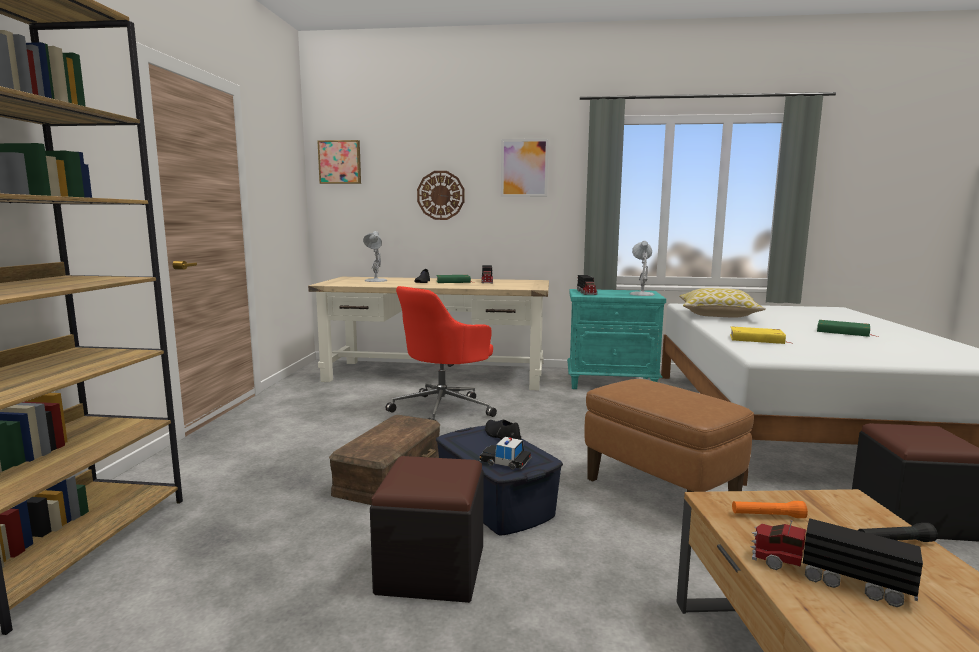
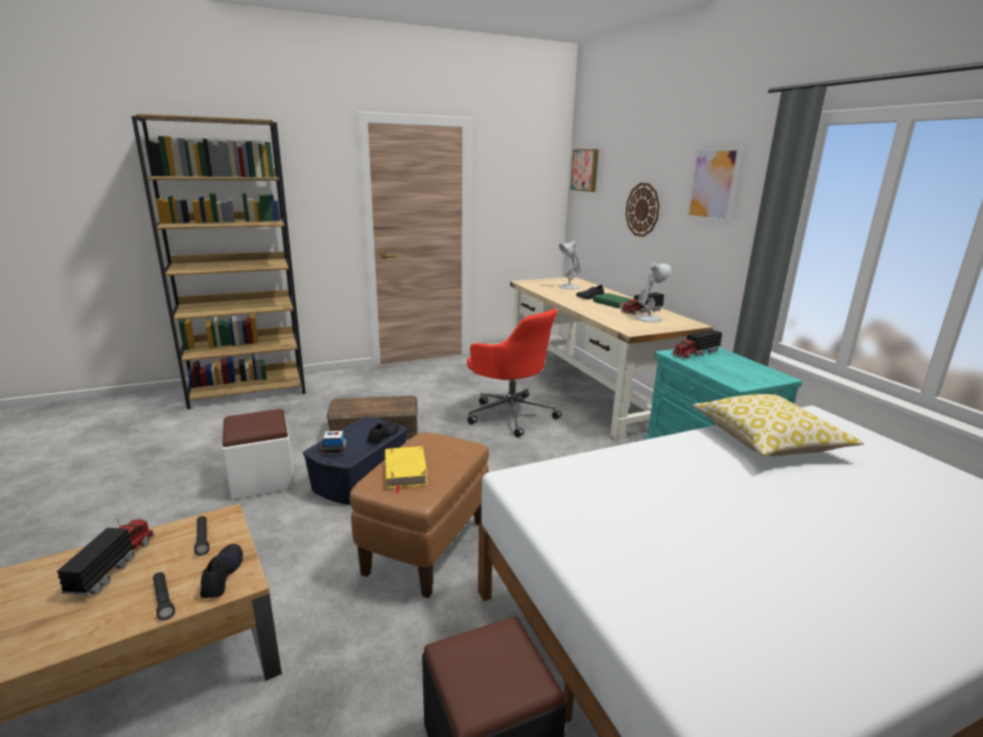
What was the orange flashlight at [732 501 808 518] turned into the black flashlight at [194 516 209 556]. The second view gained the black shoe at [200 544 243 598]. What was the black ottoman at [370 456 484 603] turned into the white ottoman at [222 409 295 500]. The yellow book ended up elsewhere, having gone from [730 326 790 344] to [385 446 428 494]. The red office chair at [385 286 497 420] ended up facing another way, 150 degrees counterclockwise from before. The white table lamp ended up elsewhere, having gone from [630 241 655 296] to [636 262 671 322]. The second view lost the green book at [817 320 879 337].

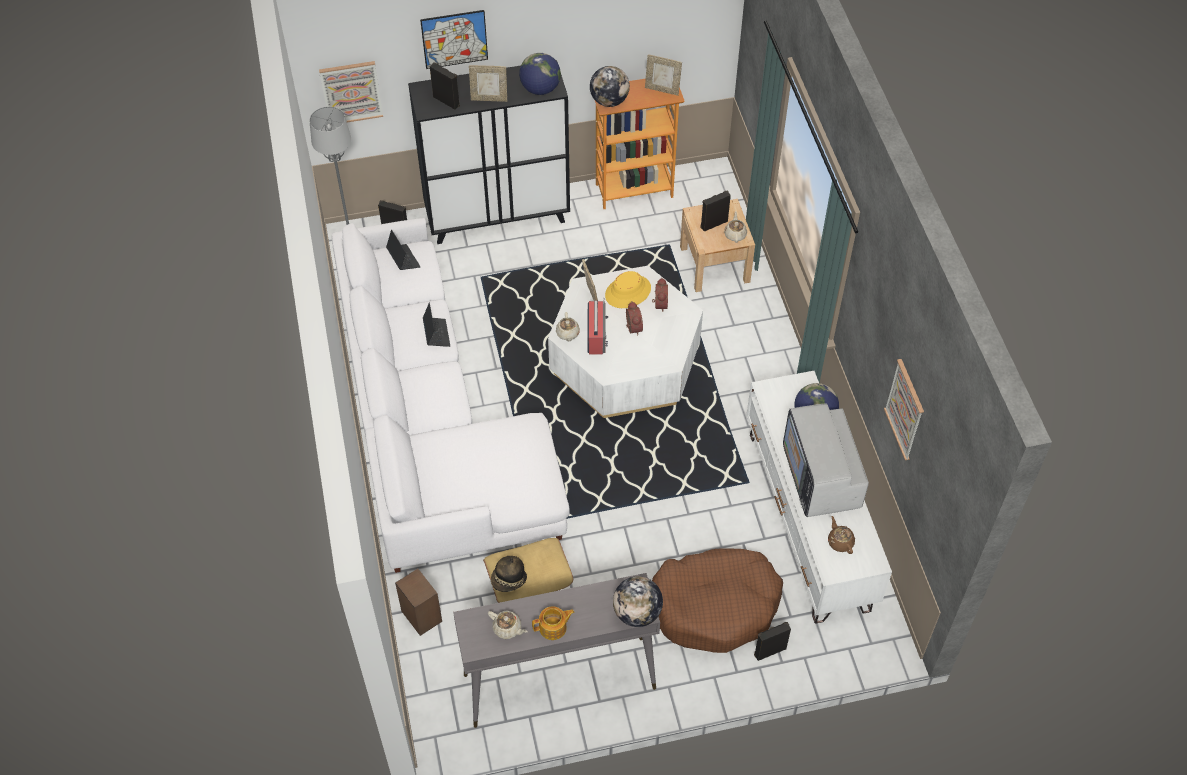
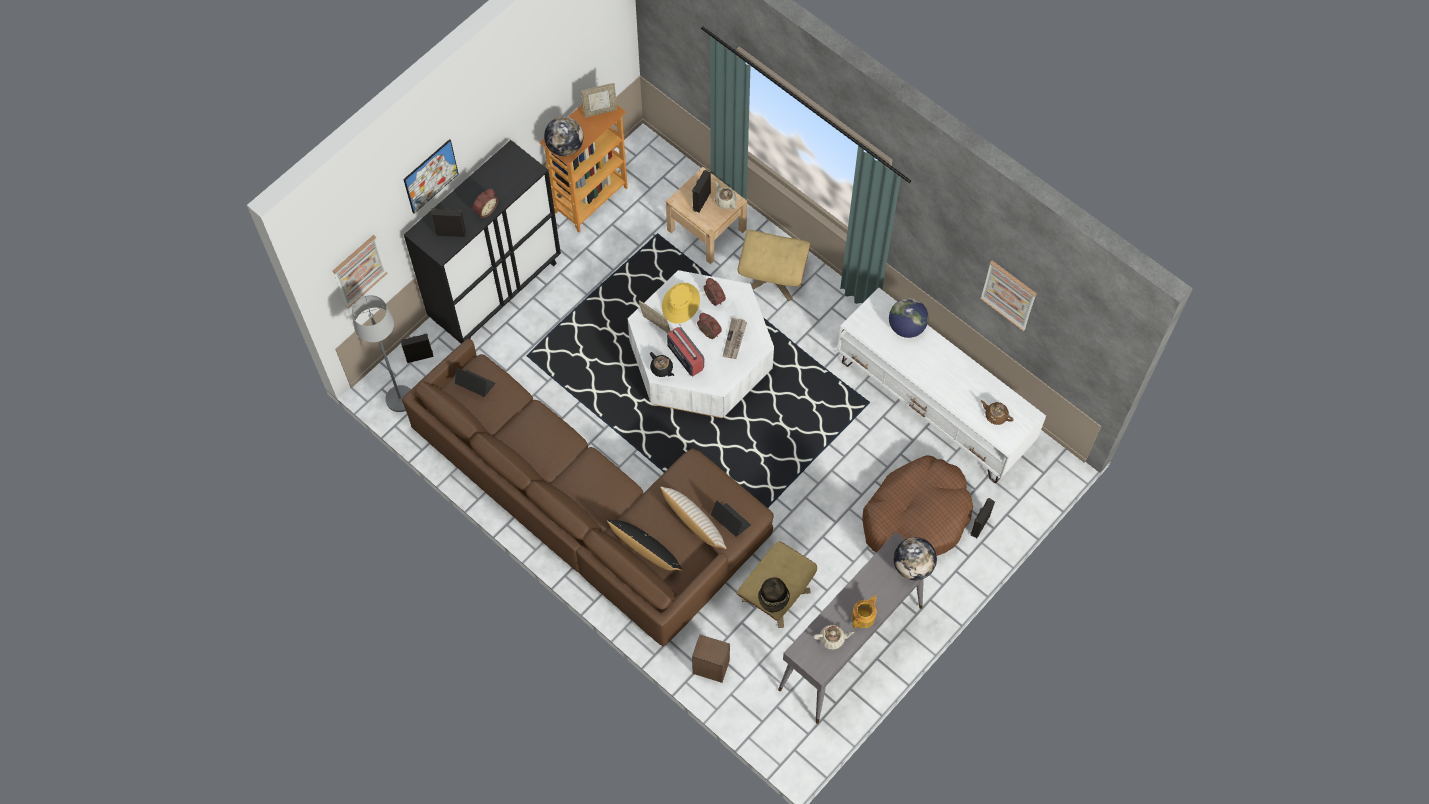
What was the white sofa at [332 218 570 573] turned into the brown sofa at [402 339 774 647]. Where the picture frame stood at [469 65 507 102], the alarm clock came to stand at [473 189 498 218]. The second view gained the black pillow at [607 520 683 570]. What was the beige teapot at [556 312 580 341] turned into the black teapot at [650 352 674 377]. The second view gained the beige pillow at [660 487 727 549]. The laptop ended up elsewhere, having gone from [423 302 450 347] to [711 500 751 537]. The second view gained the newspaper at [723 318 747 359]. The second view gained the beige ottoman at [738 230 811 301]. The second view lost the globe at [519 53 561 95]. The second view lost the television at [783 404 869 517].

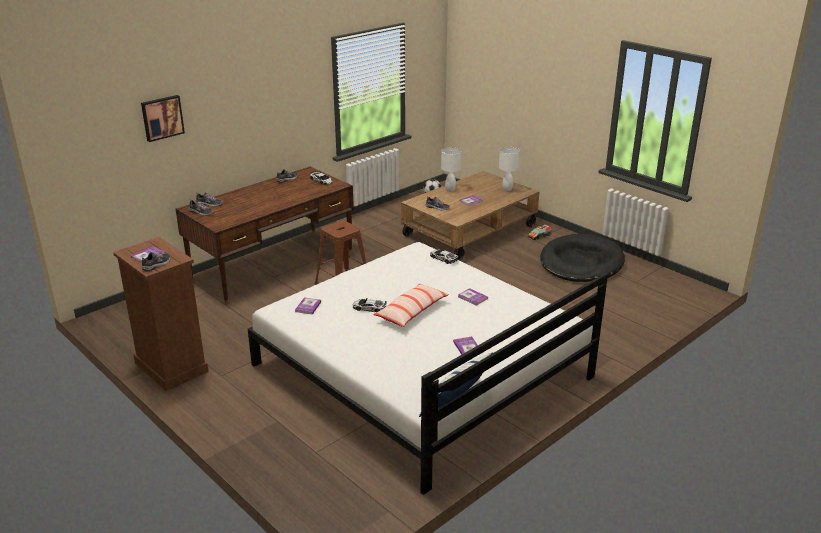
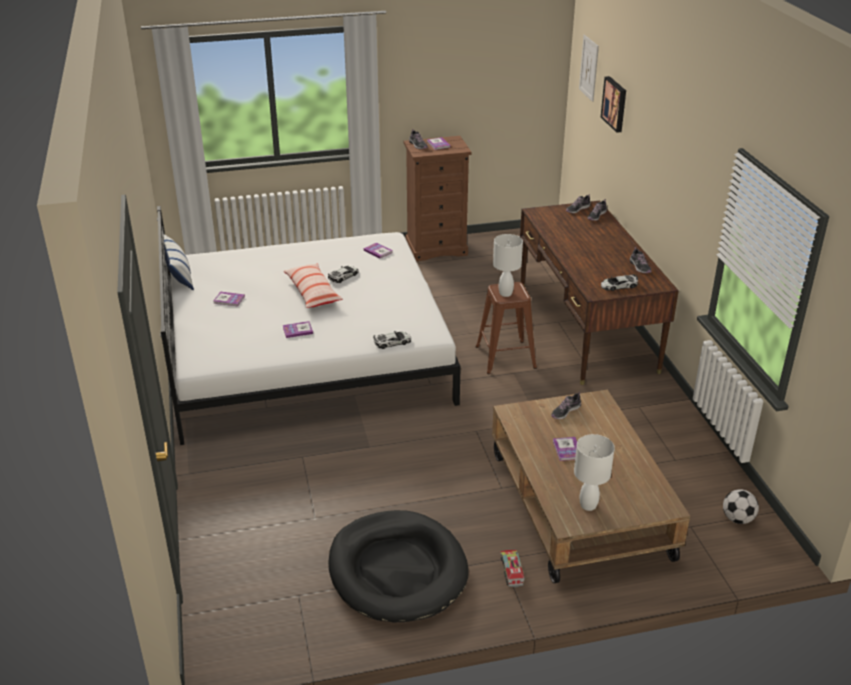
The white table lamp ended up elsewhere, having gone from [441 147 462 192] to [493 234 523 297]. The second view gained the picture at [579 35 599 102].

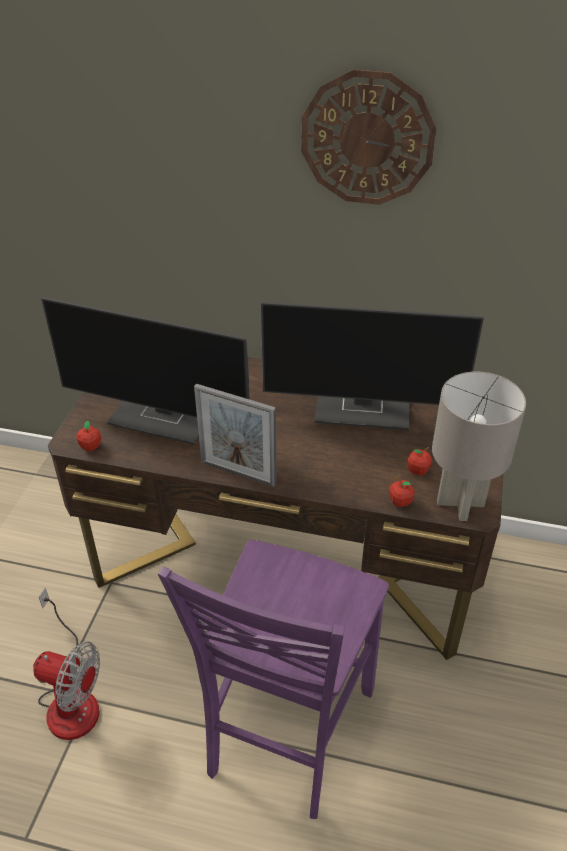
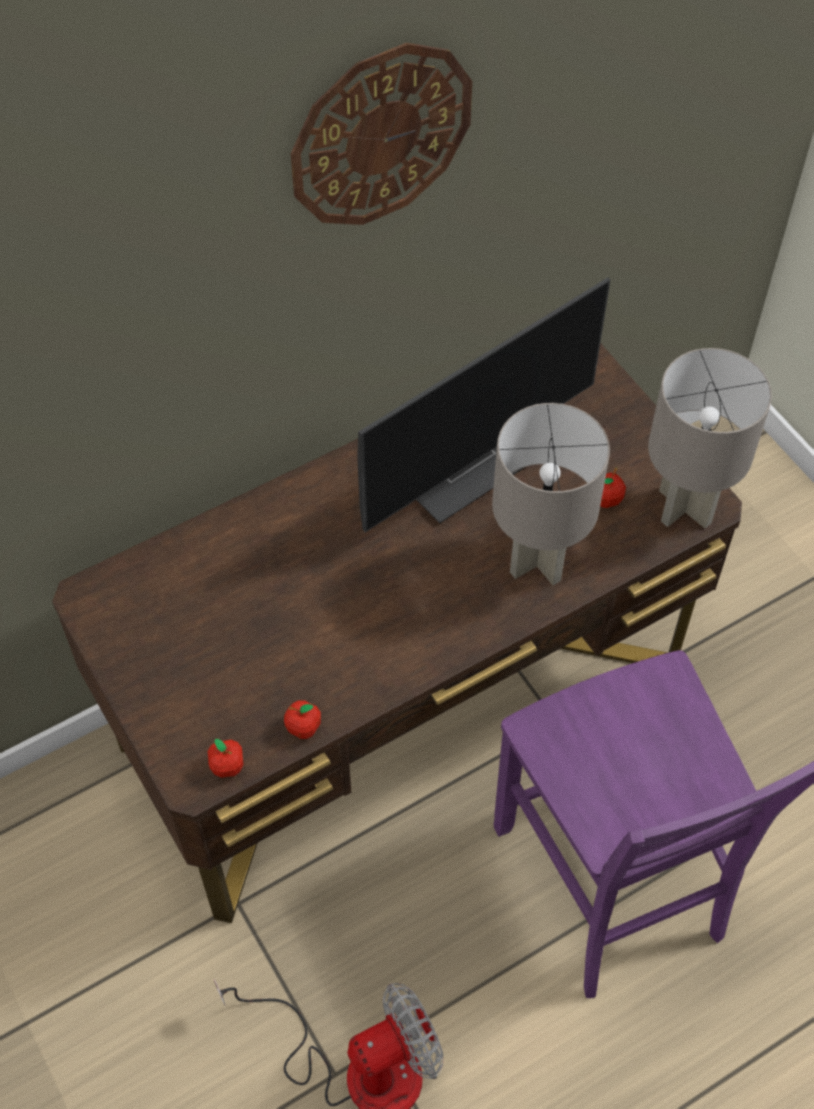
The apple ended up elsewhere, having gone from [389 476 415 507] to [284 701 321 739]. The second view gained the grey table lamp at [492 403 610 585]. The second view lost the monitor at [41 297 250 445]. The second view lost the picture frame at [194 384 276 487].

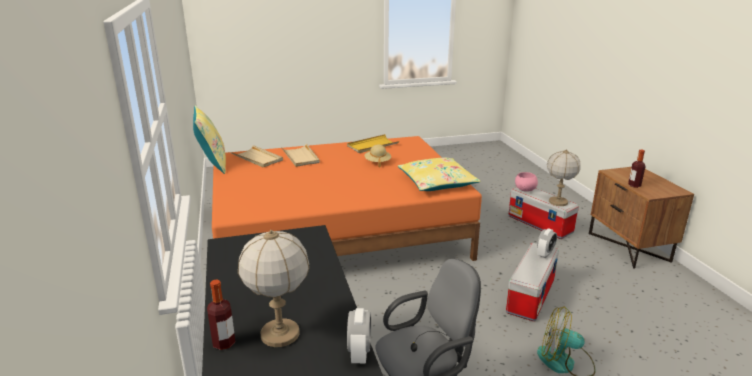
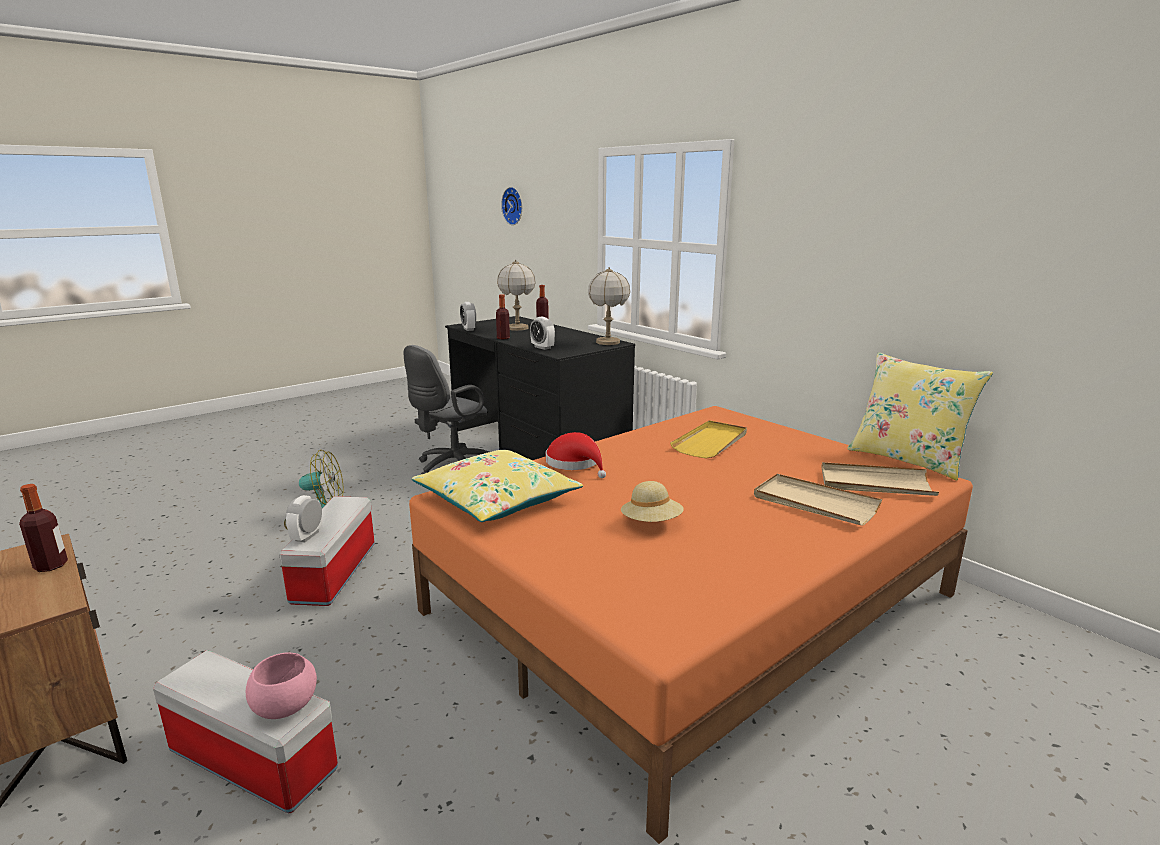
The second view gained the bottle at [496 294 510 339]. The second view gained the wall clock at [501 187 522 225]. The second view gained the alarm clock at [530 317 555 350]. The second view gained the red hat at [546 432 606 478]. The table lamp ended up elsewhere, having gone from [547 149 581 206] to [588 267 630 345]. The yellow tray ended up elsewhere, having gone from [347 134 399 153] to [670 420 747 459].

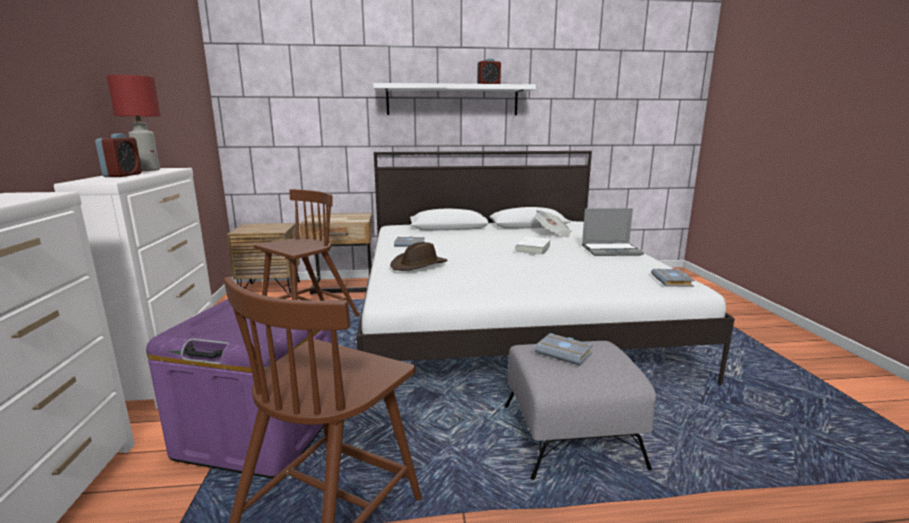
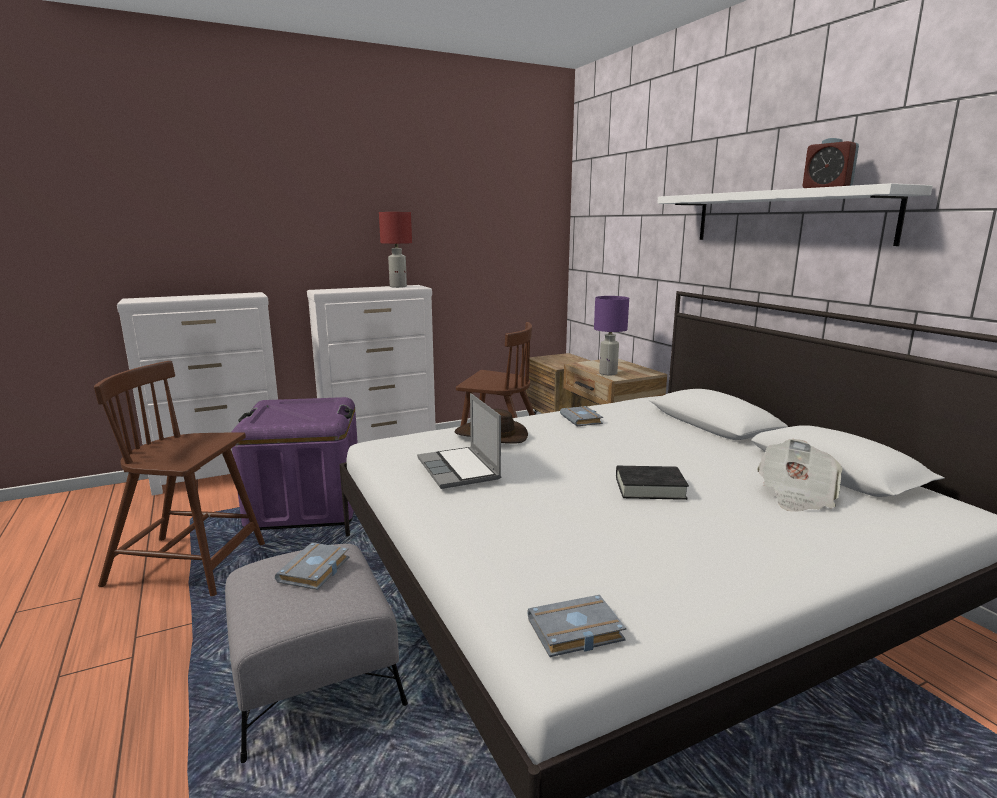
The laptop ended up elsewhere, having gone from [582 208 644 256] to [417 393 501 489]. The second view gained the purple table lamp at [594 296 629 375]. What was the white book at [515 237 551 255] turned into the black book at [616 466 689 500]. The second view lost the alarm clock at [95 134 142 177].

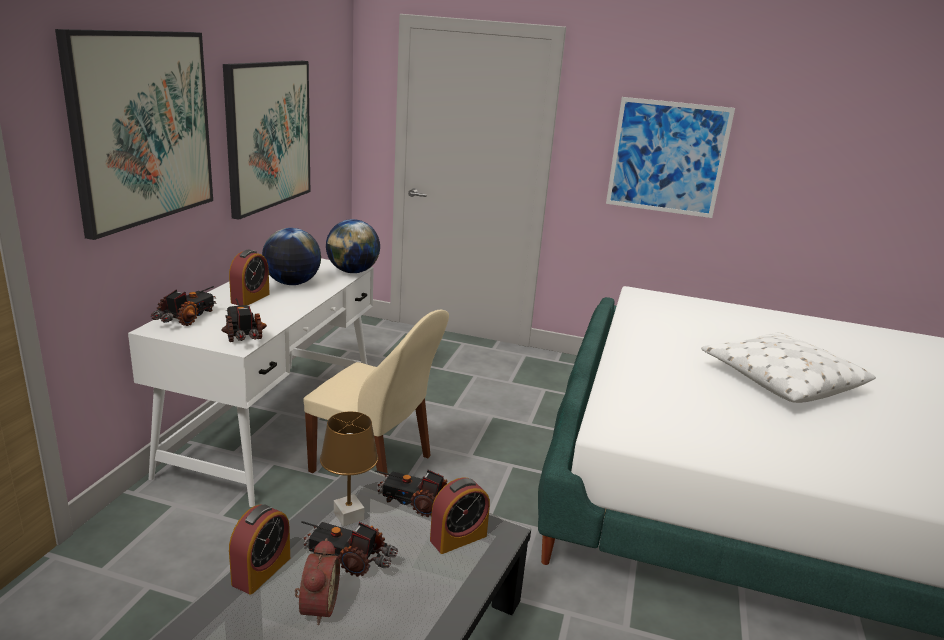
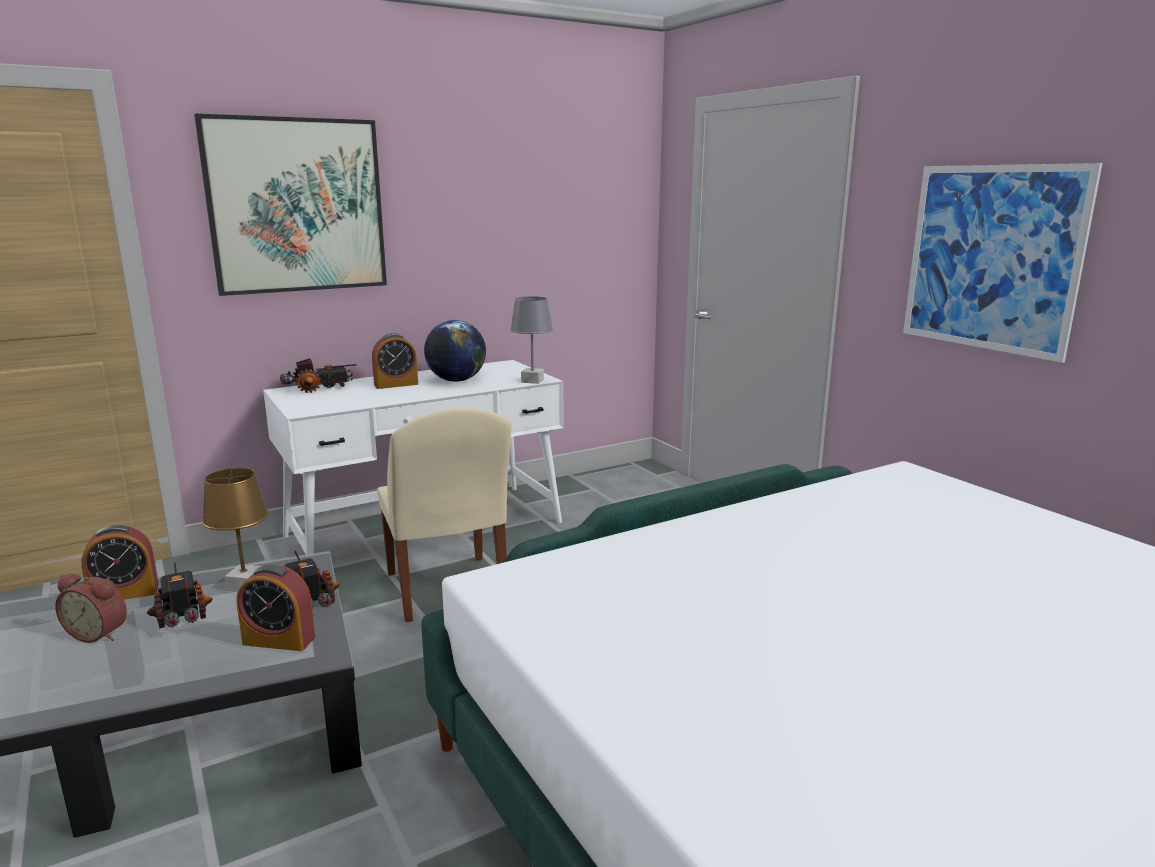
The alarm clock at [295 538 340 625] ended up facing another way, 60 degrees clockwise from before. Where the globe stood at [326 219 380 273], the grey table lamp came to stand at [510 296 553 384]. The second view lost the toy truck at [221 299 267 342]. The second view lost the picture at [223 61 310 220]. The second view lost the white pillow at [701 332 876 403].

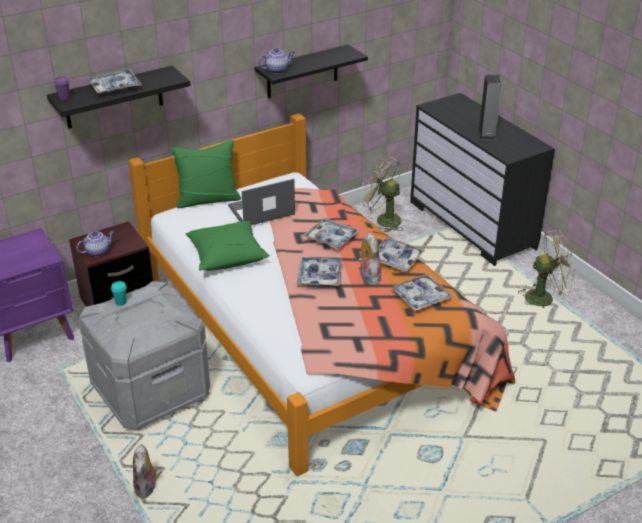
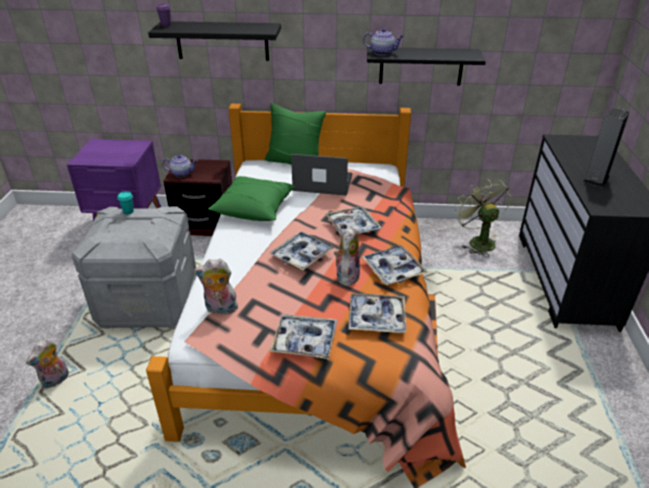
The second view gained the plush toy at [194 259 238 315]. The tray ended up elsewhere, having gone from [88 69 142 94] to [269 314 337 359]. The second view lost the green fan at [518 230 575 308].

